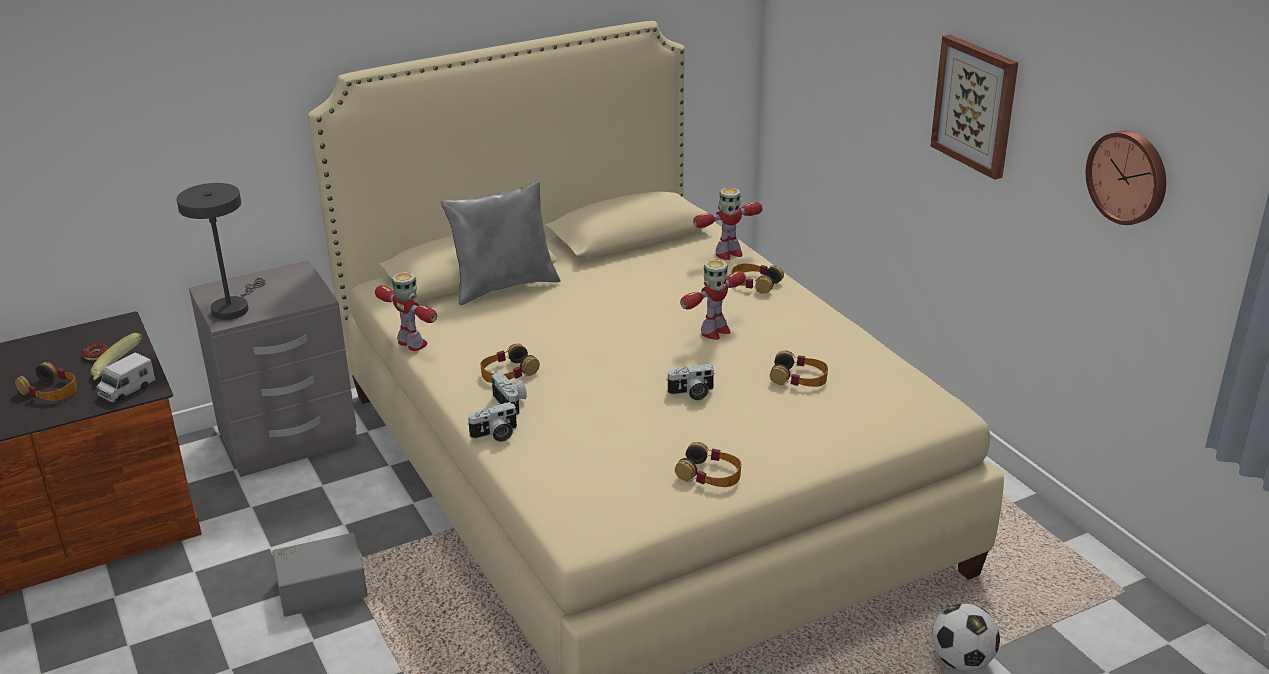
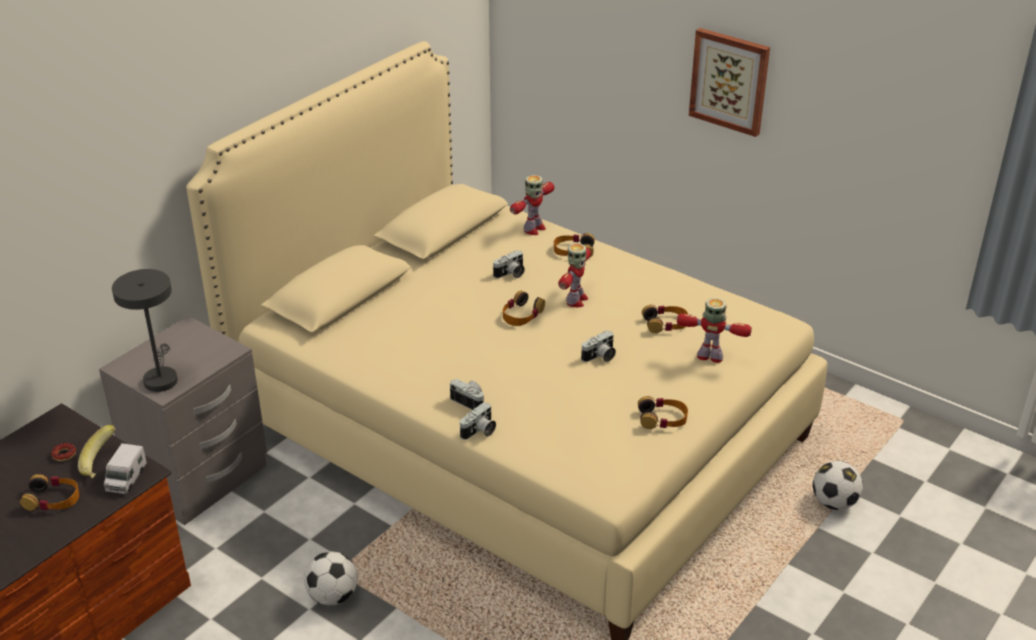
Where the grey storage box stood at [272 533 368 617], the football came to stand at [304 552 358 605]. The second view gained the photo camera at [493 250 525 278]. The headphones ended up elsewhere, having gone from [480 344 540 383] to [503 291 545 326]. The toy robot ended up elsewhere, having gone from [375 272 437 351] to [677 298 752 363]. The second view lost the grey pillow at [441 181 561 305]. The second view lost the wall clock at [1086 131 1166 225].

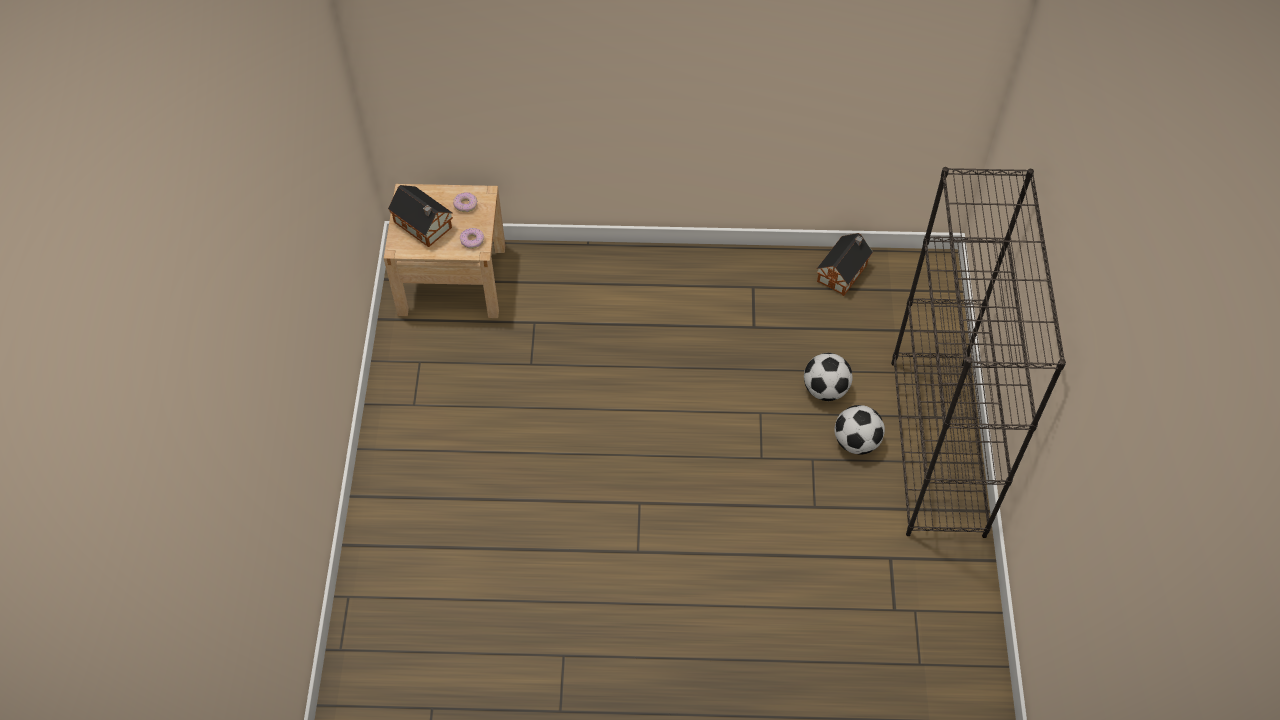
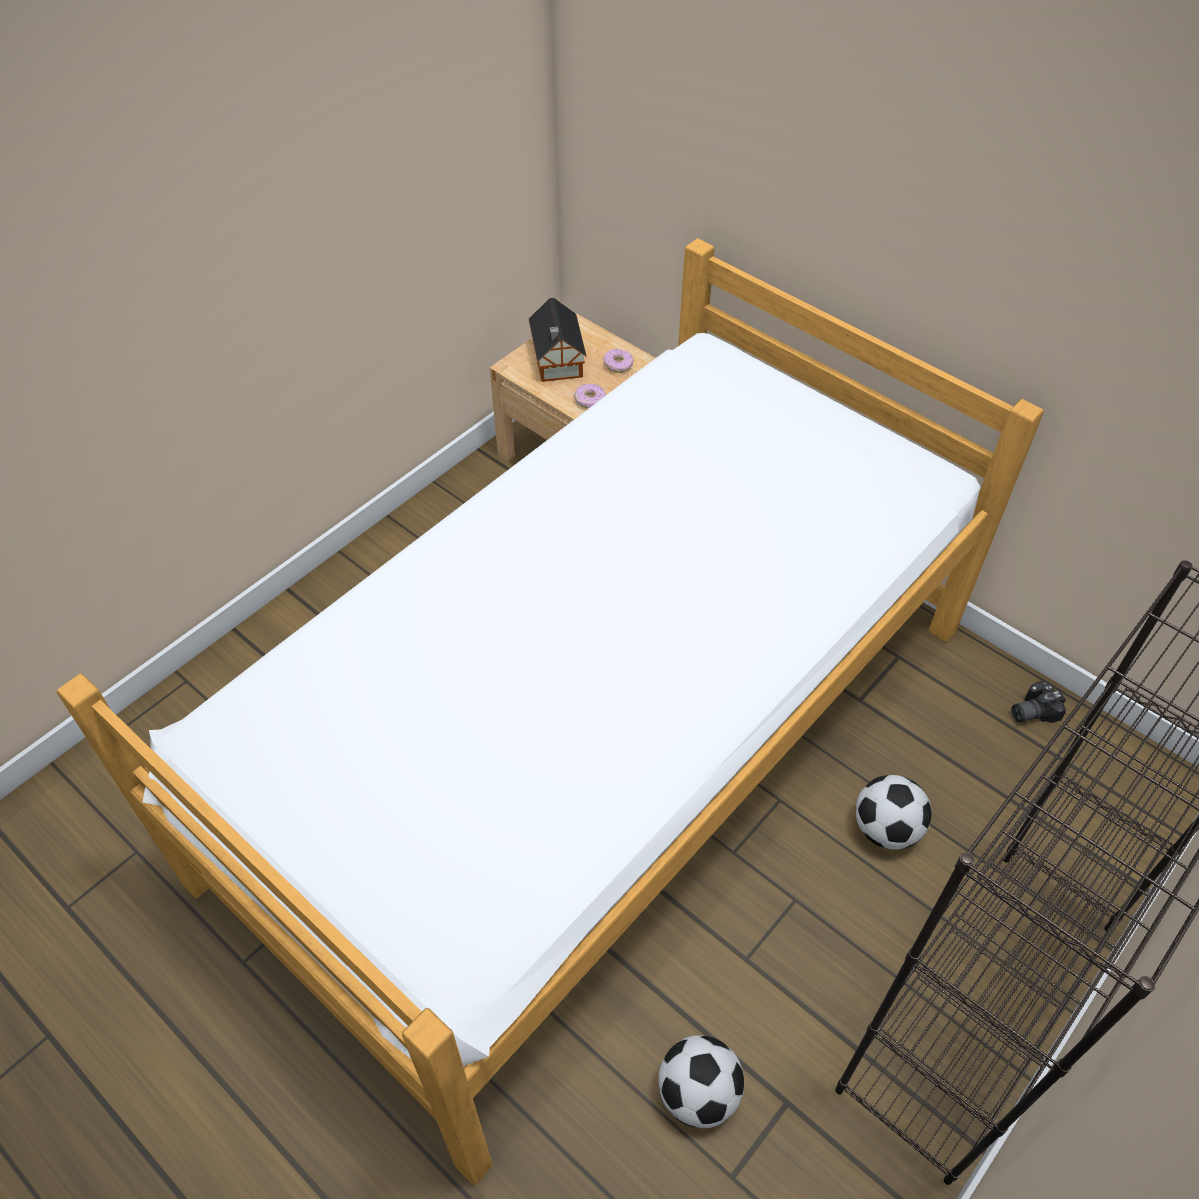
The second view gained the bed at [57 238 1044 1185]. The football ended up elsewhere, having gone from [834 405 885 455] to [658 1035 744 1128]. Where the toy house stood at [817 233 873 296], the photo camera came to stand at [1011 680 1066 723].

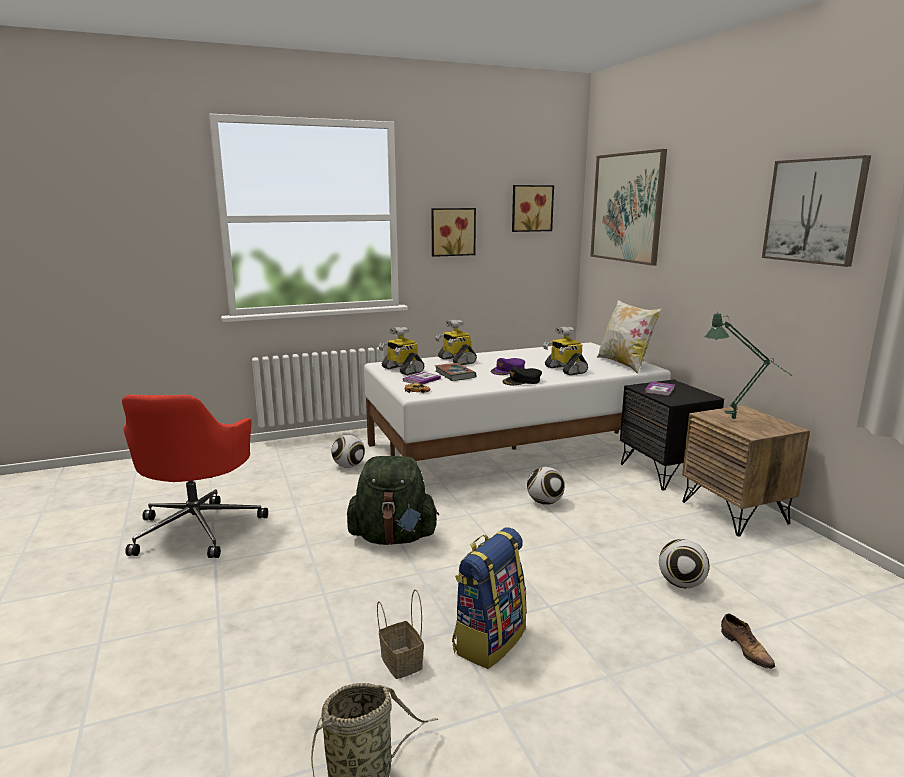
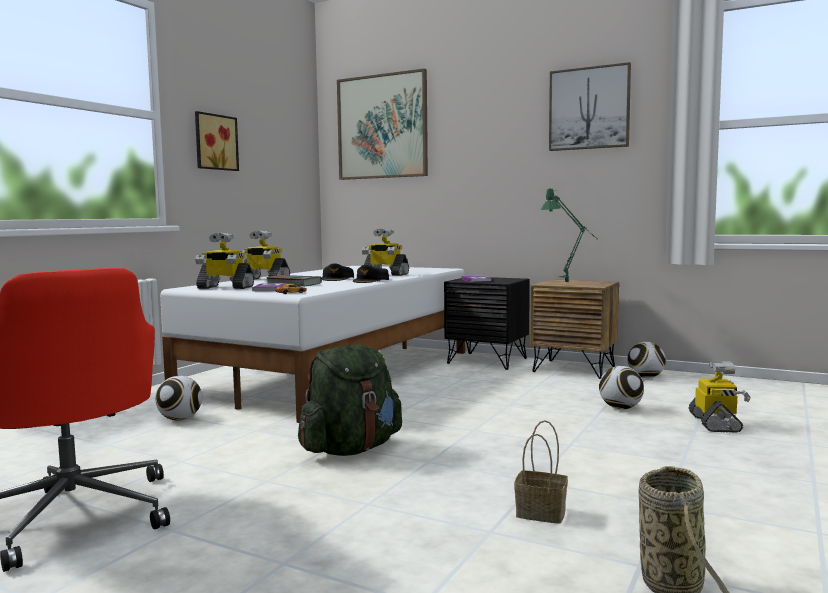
What was the purple cap at [491 358 525 375] turned into the black cap at [321 263 354 281]. The football ended up elsewhere, having gone from [527 467 565 505] to [627 342 666 378]. Where the shoe stood at [721 613 775 671], the toy robot came to stand at [689 361 751 433]. The second view lost the backpack at [452 527 527 669]. The second view lost the picture at [512 185 554 232]. The second view lost the pillow at [596 300 662 373].

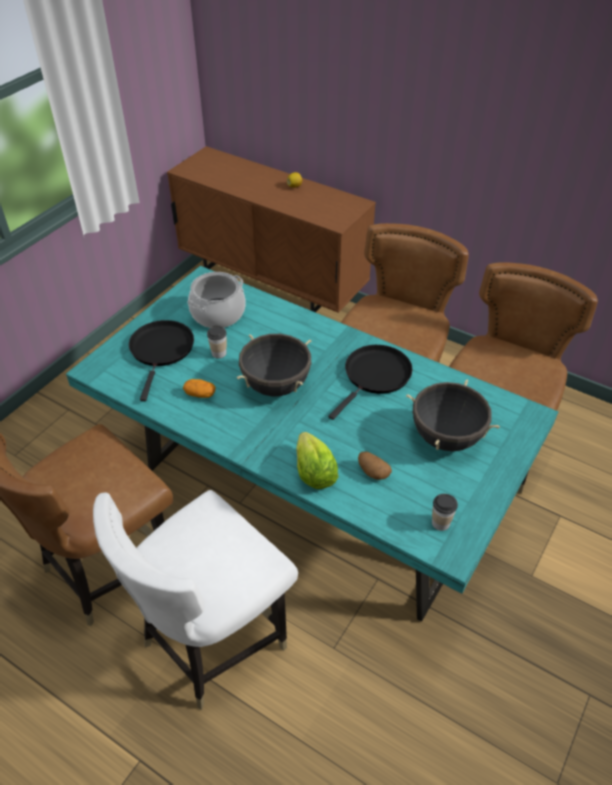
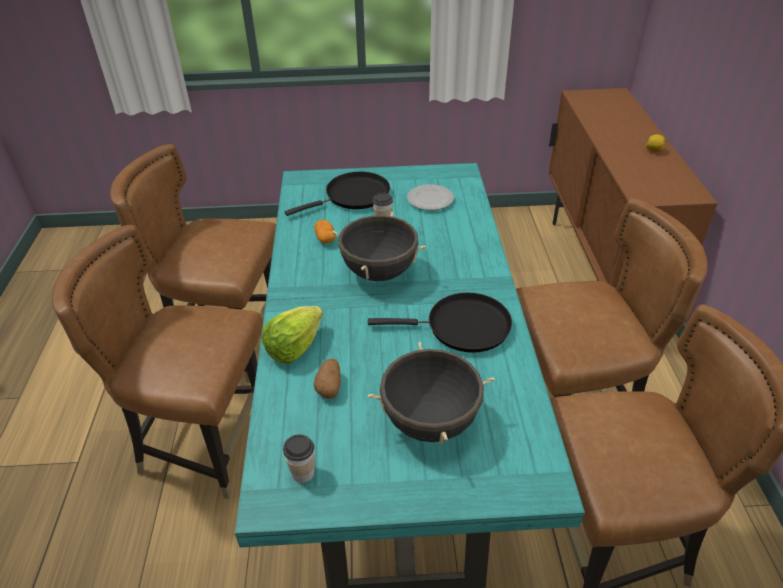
What was the white chair at [93 490 298 710] turned into the brown chair at [52 225 263 499]. Where the cooking pot stood at [188 272 246 328], the plate came to stand at [407 184 454 210].

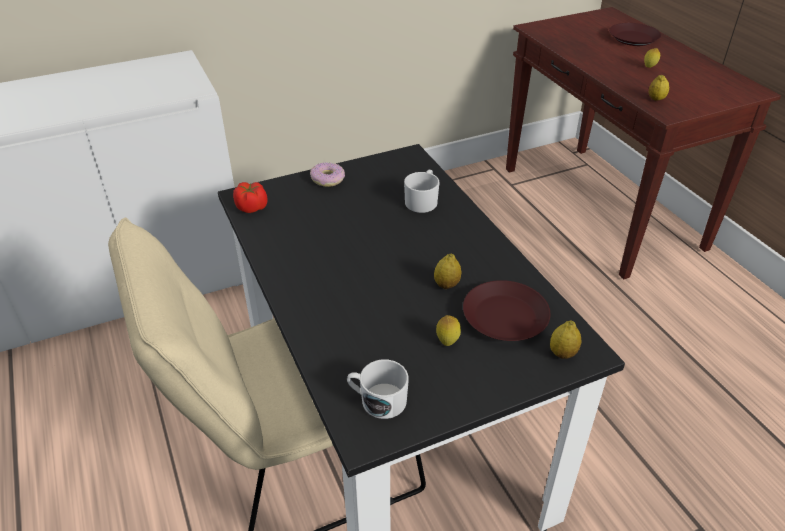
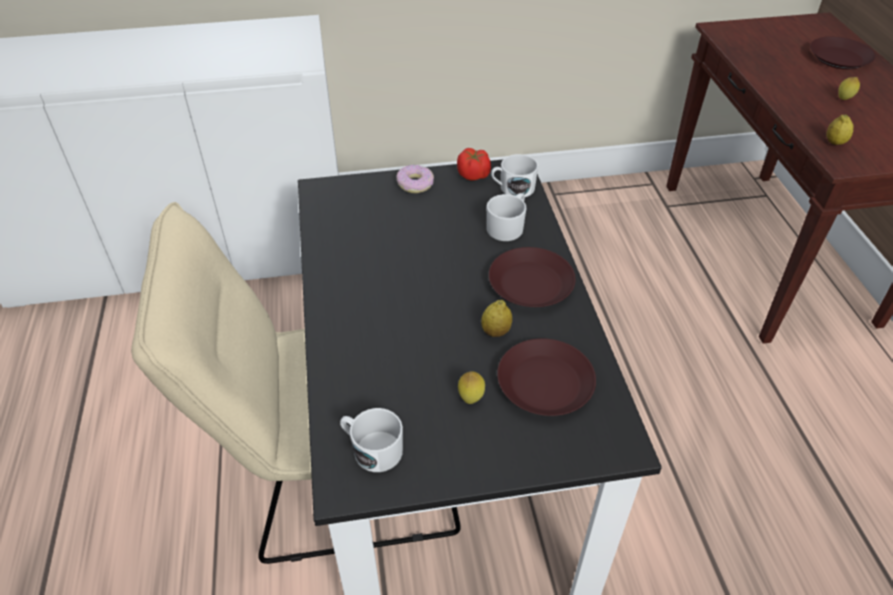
The tomato ended up elsewhere, having gone from [233 182 268 213] to [457 148 491 181]. The second view gained the brown plate at [489 247 576 307]. The second view gained the white mug at [491 154 538 197]. The second view lost the lemon at [550 320 582 359].

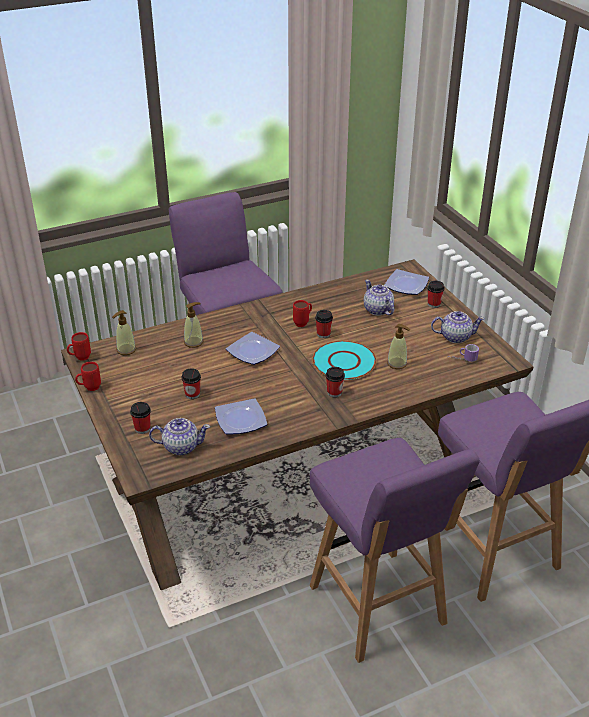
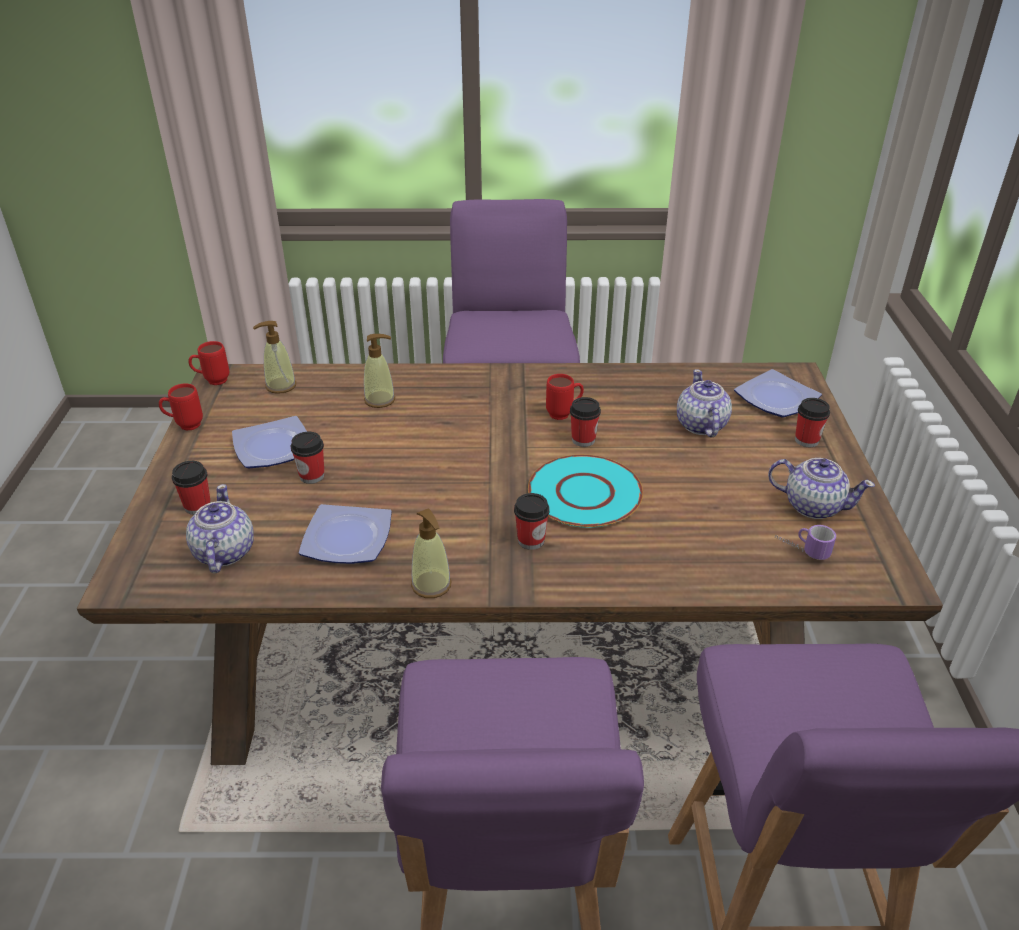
The teapot at [149 418 210 455] ended up facing another way, 120 degrees counterclockwise from before. The plate ended up elsewhere, having gone from [226 332 280 365] to [232 416 307 468]. The soap dispenser ended up elsewhere, having gone from [387 324 410 369] to [411 508 451 598].

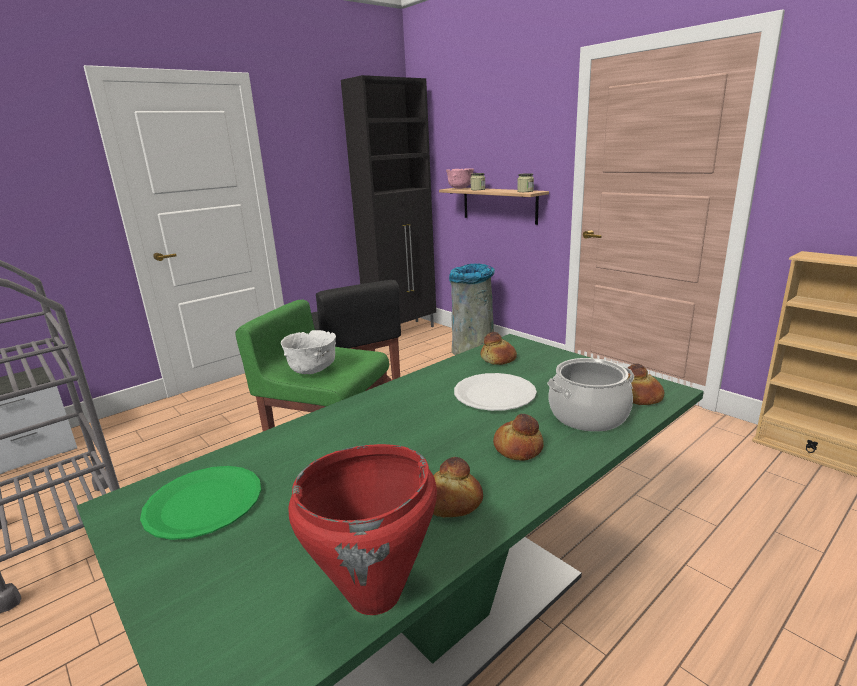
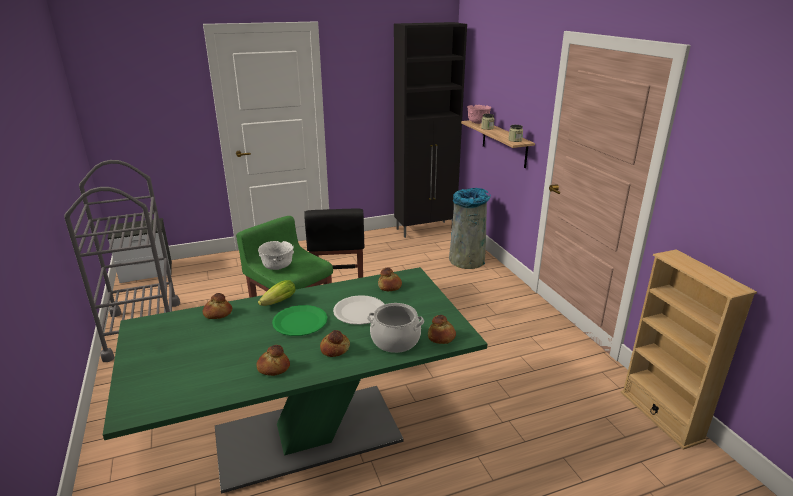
The second view gained the bread at [203 293 232 319]. The second view gained the lettuce at [258 280 295 306]. The green plate ended up elsewhere, having gone from [140 466 261 540] to [272 305 328 336]. The second view lost the red cooking pot at [288 444 437 615].

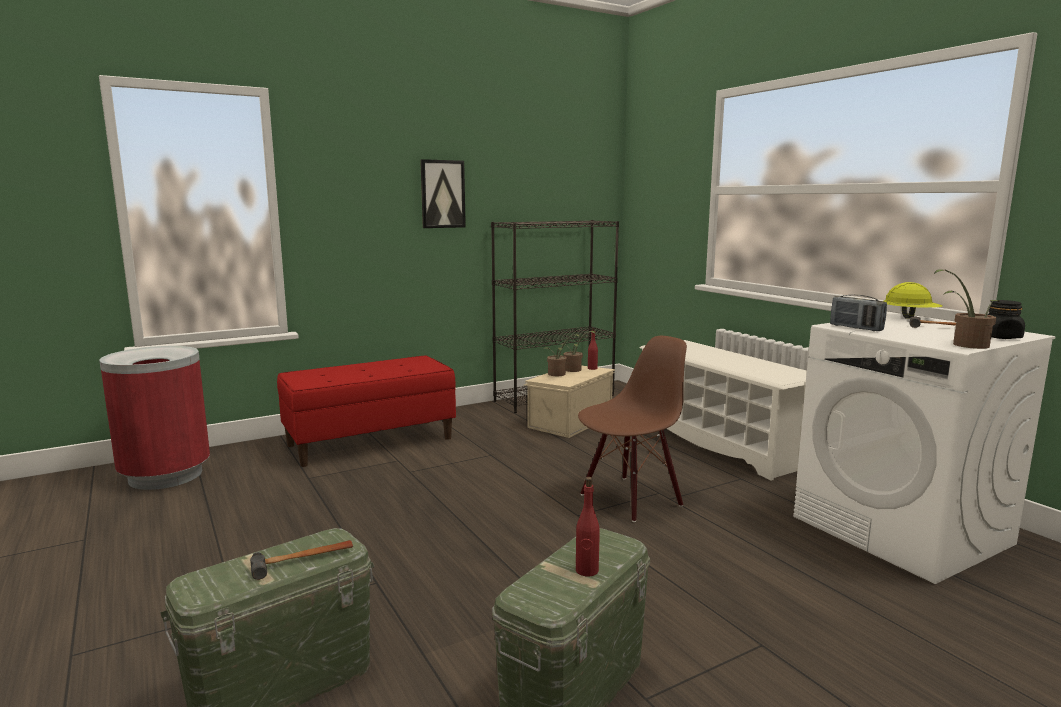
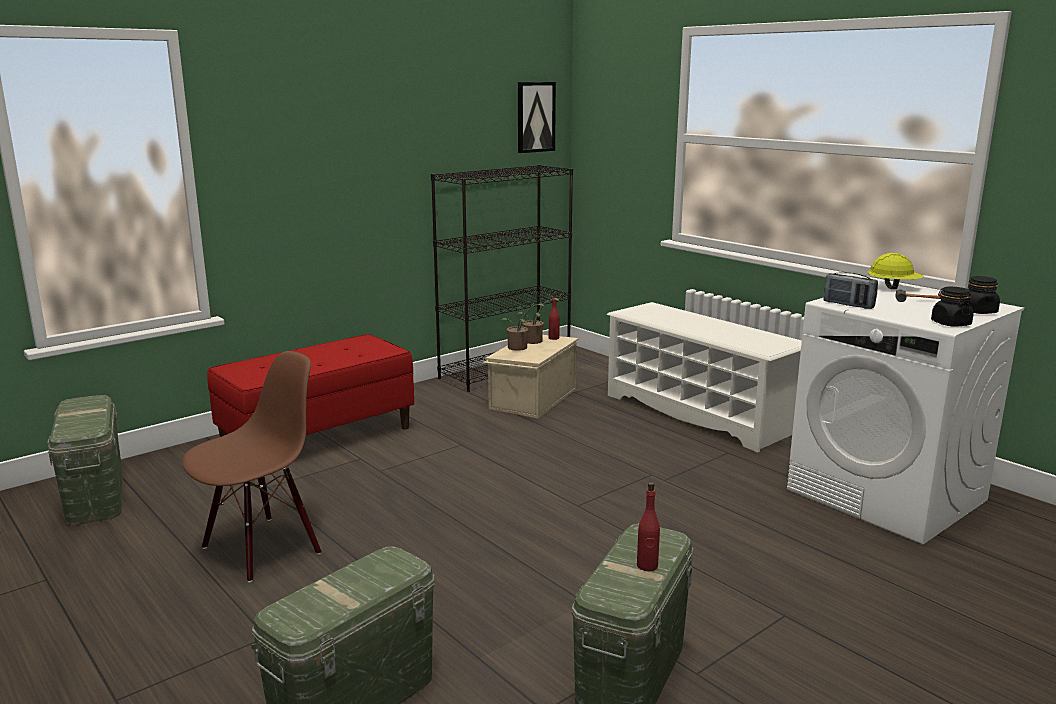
Where the red trash can stood at [99 346 210 490], the green storage box came to stand at [48 395 123 525]. The brown chair ended up elsewhere, having gone from [578 336 687 522] to [182 351 321 582]. The picture ended up elsewhere, having gone from [420 159 466 228] to [518 82 556 153]. Where the potted plant stood at [934 269 1000 349], the black jar came to stand at [931 287 974 327]. The second view lost the hammer at [250 540 353 580].

